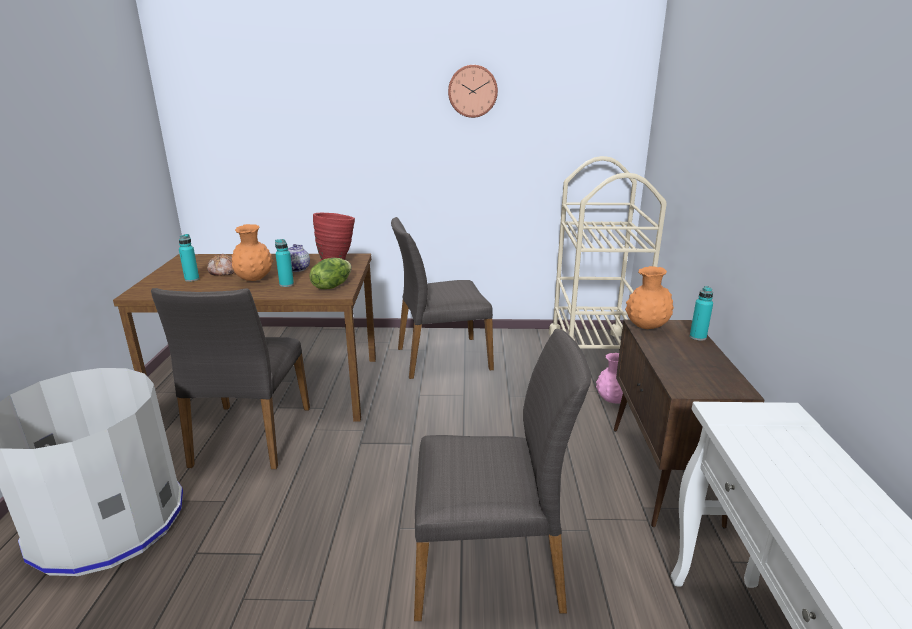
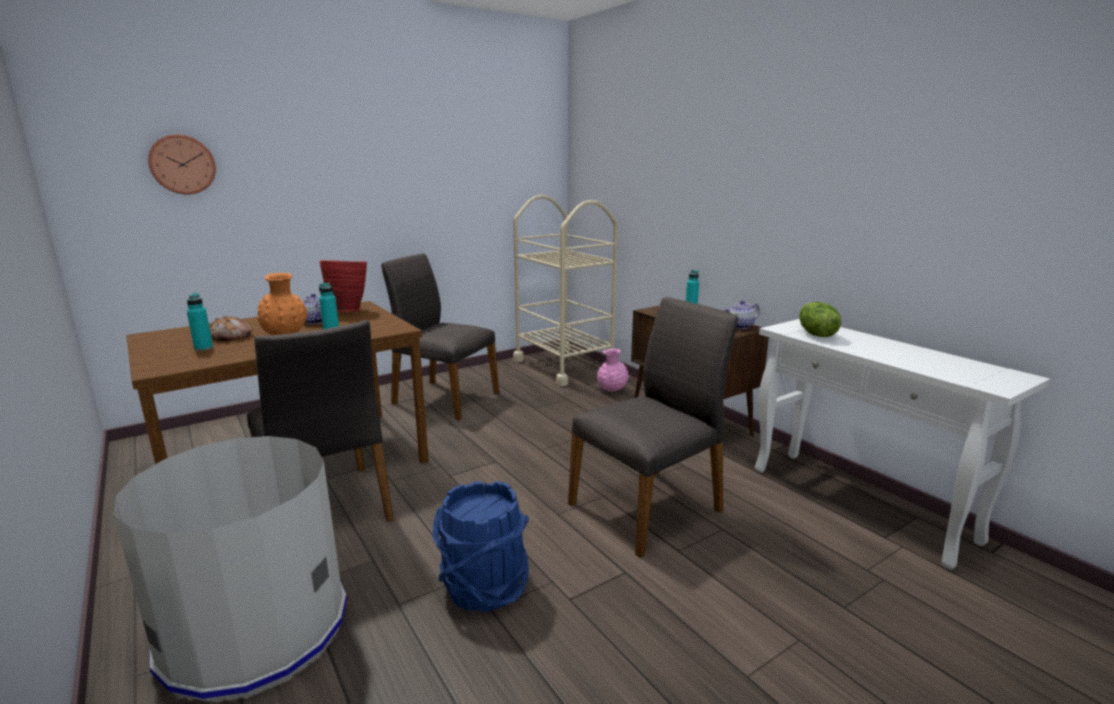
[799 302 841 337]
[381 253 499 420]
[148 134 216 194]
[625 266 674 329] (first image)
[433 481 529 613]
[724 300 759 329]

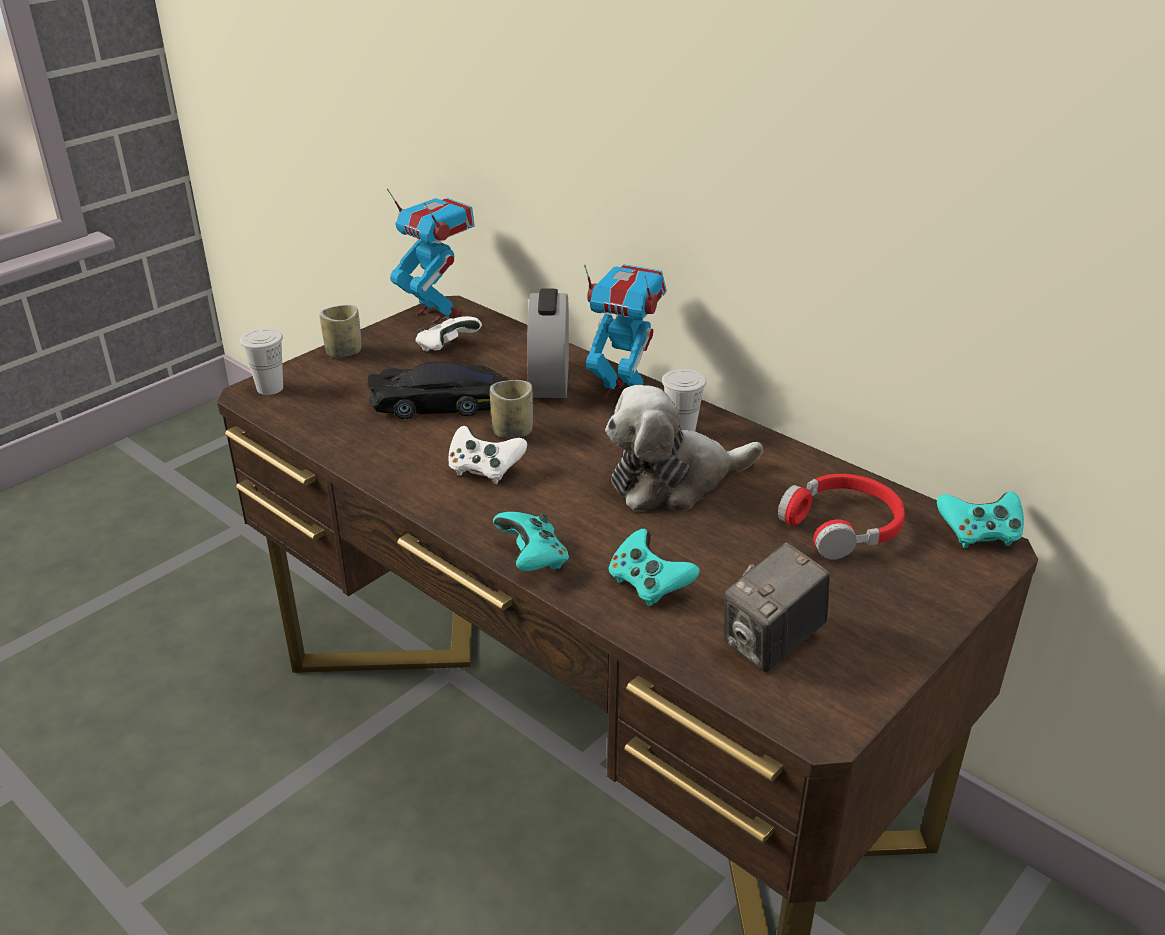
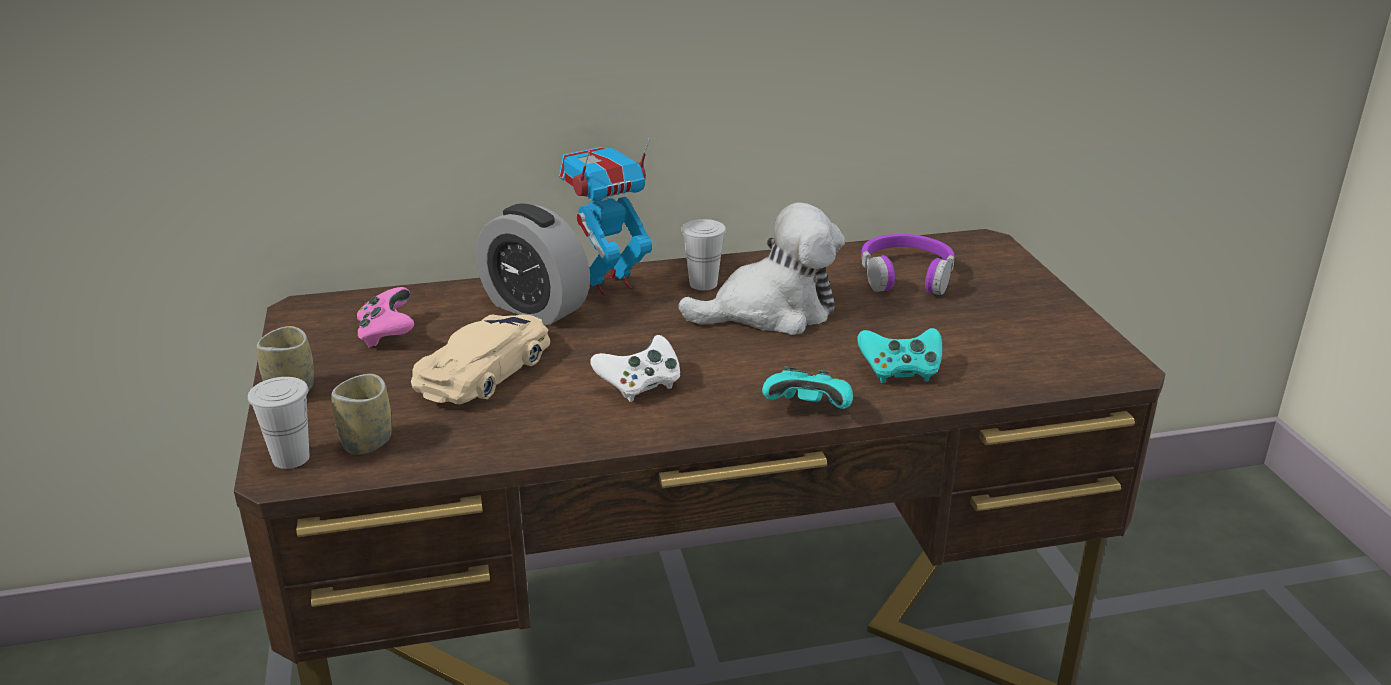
[411 314 550 404]
[387 188 474 323] (first image)
[357 287 414 347]
[331 374 391 455]
[678 202 845 335]
[724 542 830 672] (first image)
[861 234 955 295]
[937 491 1024 548] (first image)

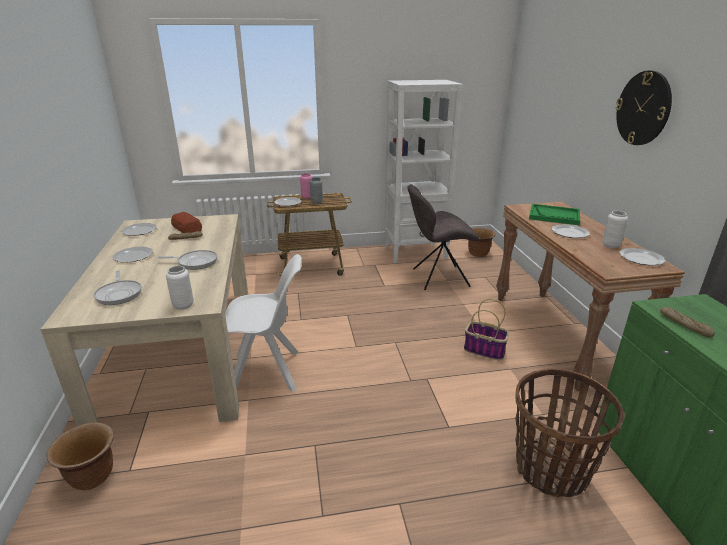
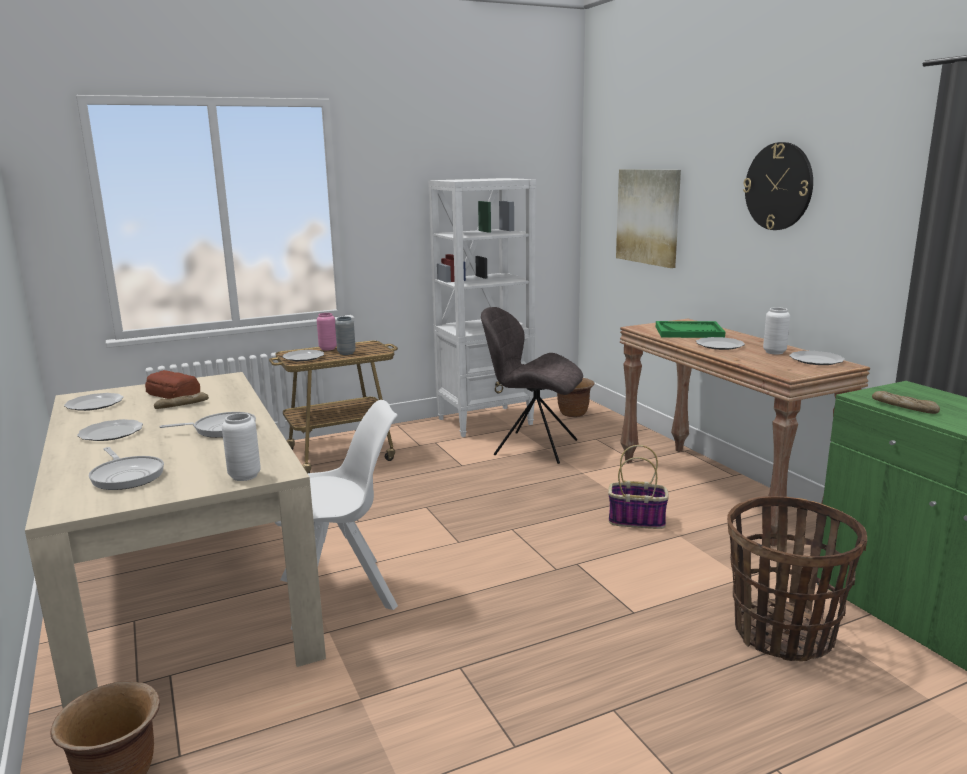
[481 307 583 464]
[616 169 681 268]

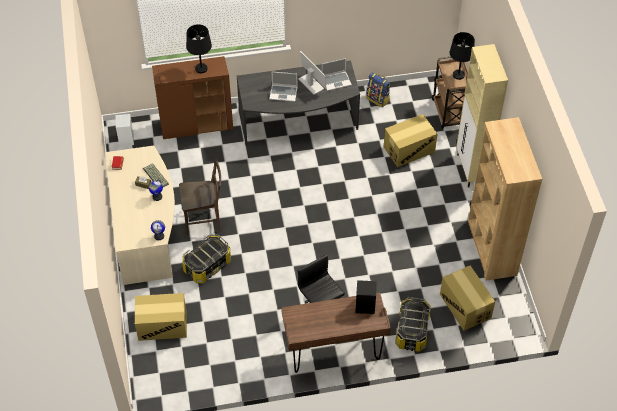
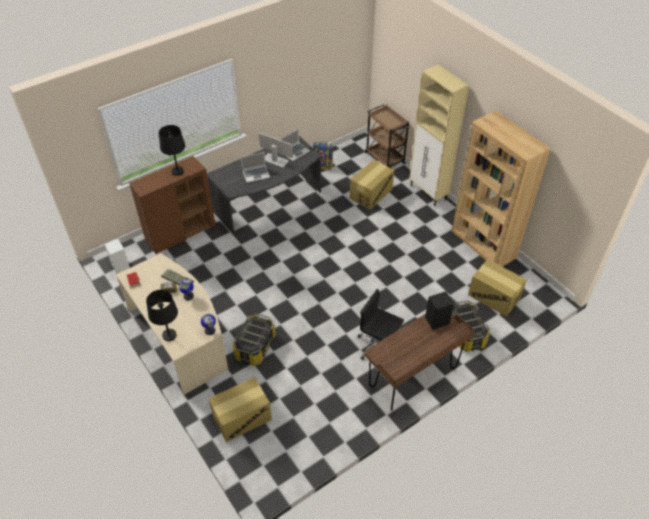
[179 160 221 236] (first image)
[146 290 178 341]

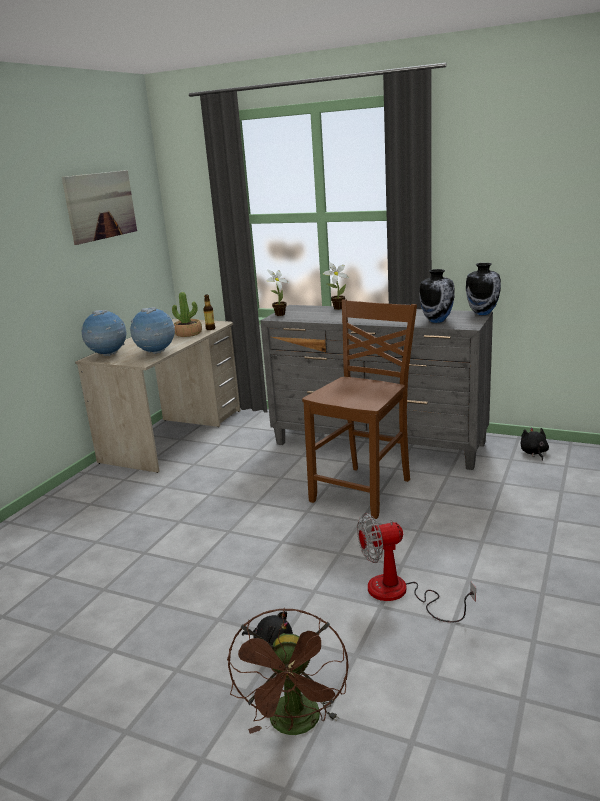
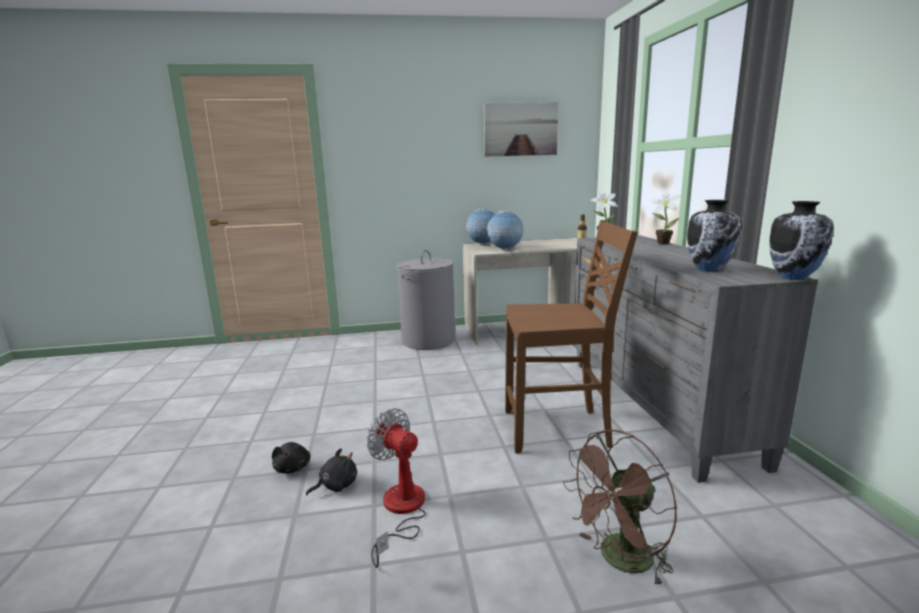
[172 292 202 337] (first image)
[563 430 677 588]
[306 448 357 496]
[396 250 455 350]

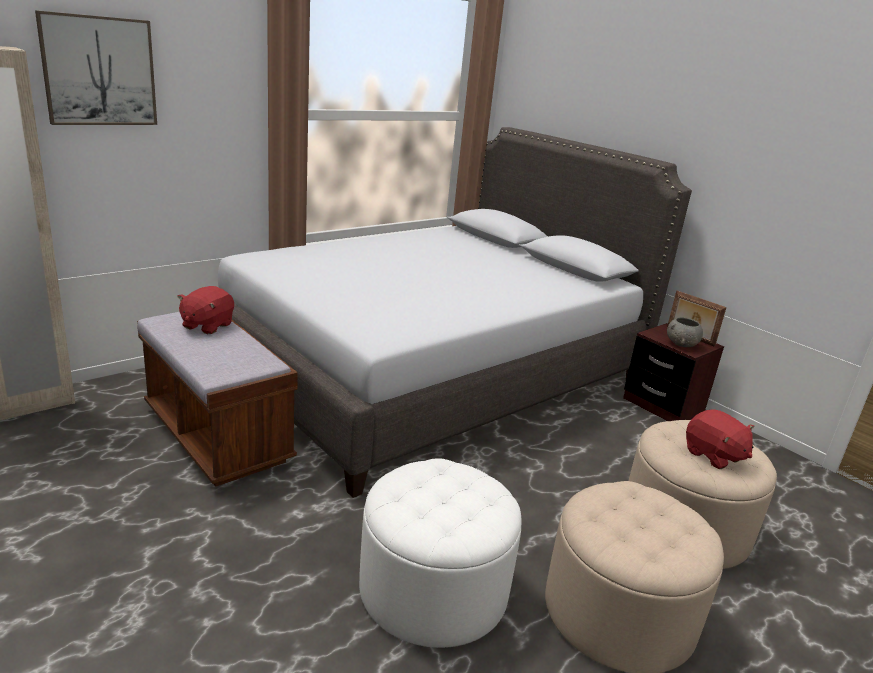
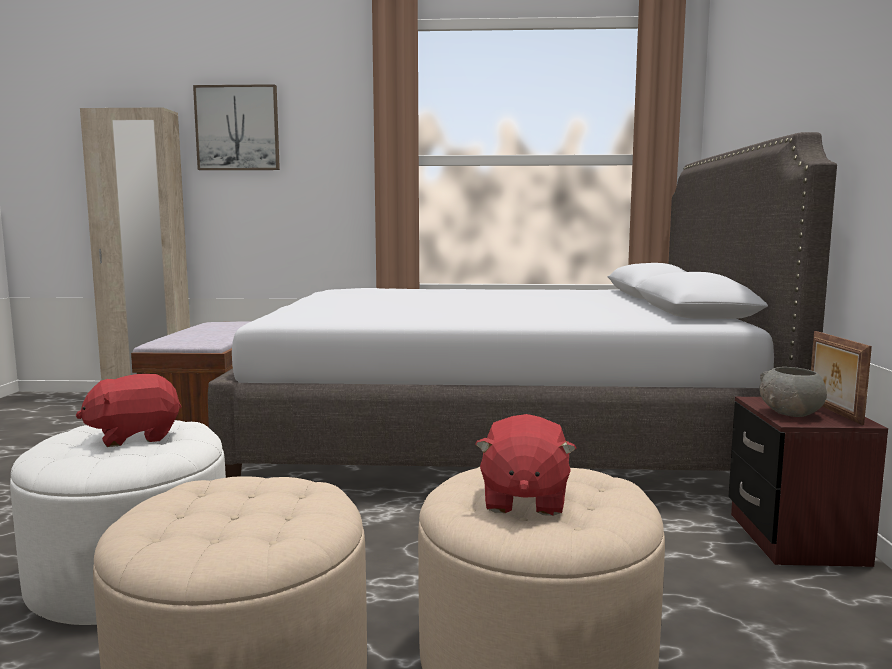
[76 374 182 447]

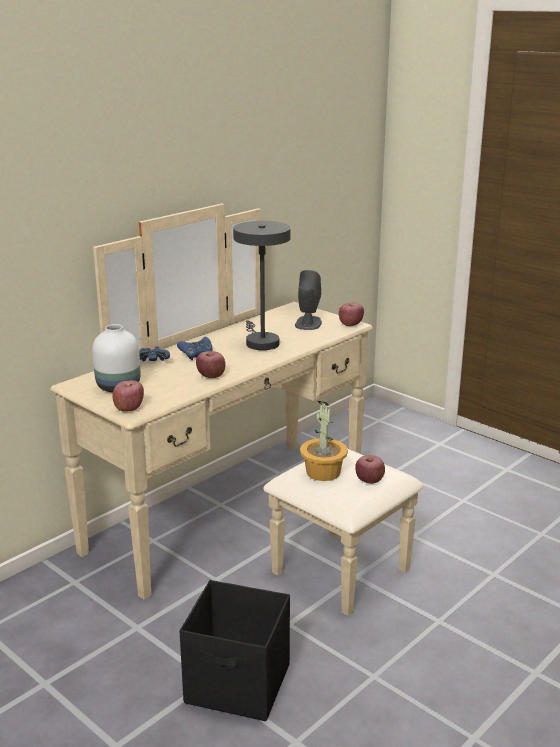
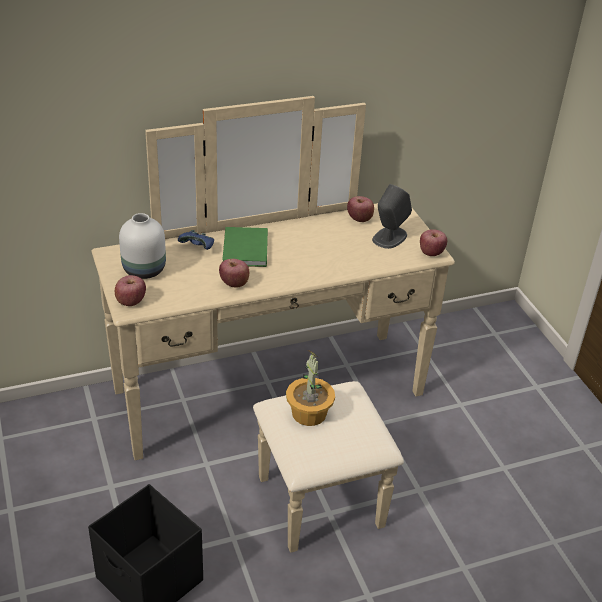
[222 227 268 267]
[233 221 291 350] (first image)
[347 196 374 222]

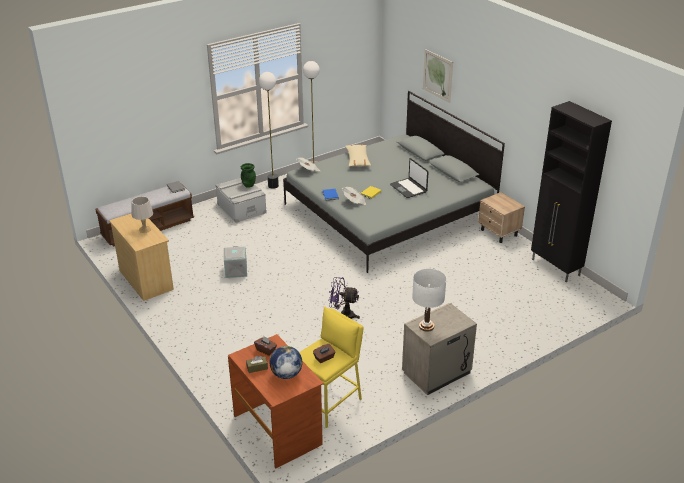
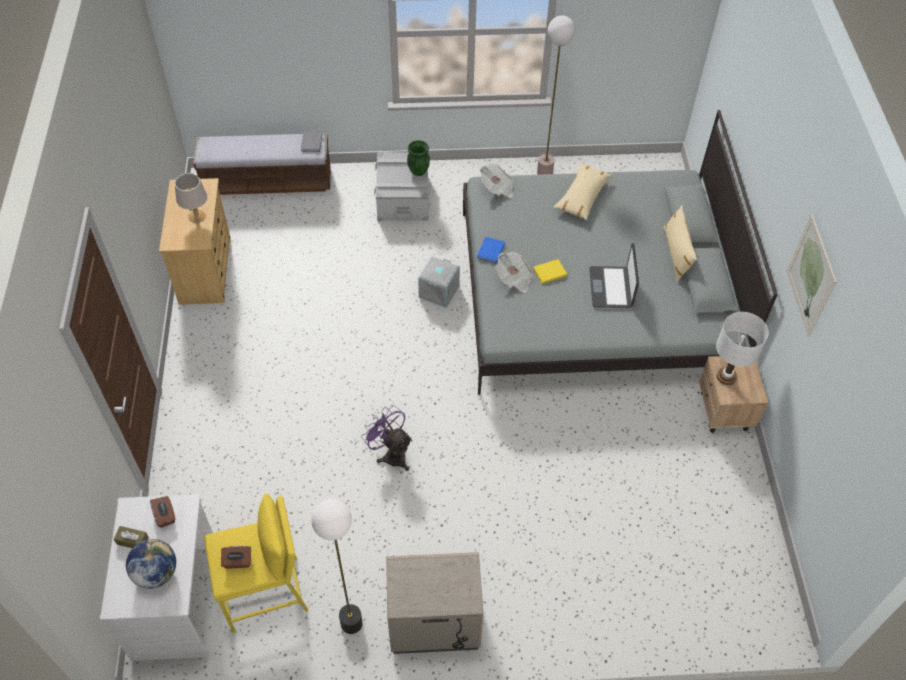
[418 257 460 308]
[100 494 213 661]
[311 499 363 634]
[716 312 769 385]
[787 214 837 337]
[531 101 612 282] (first image)
[663 205 697 283]

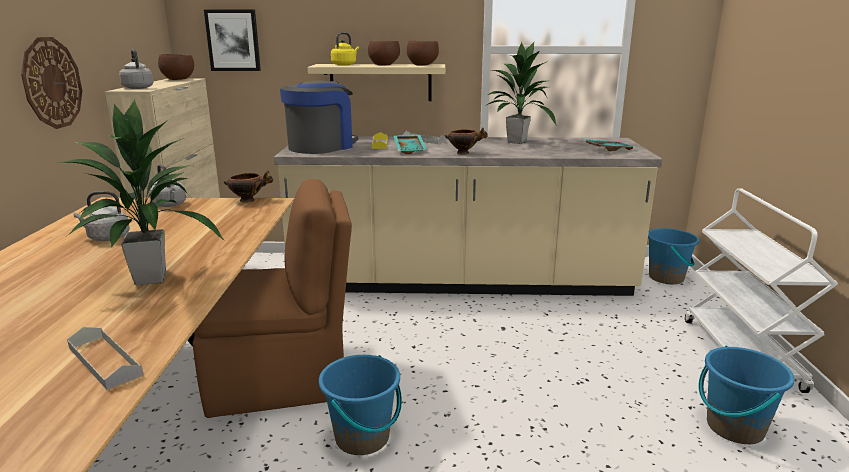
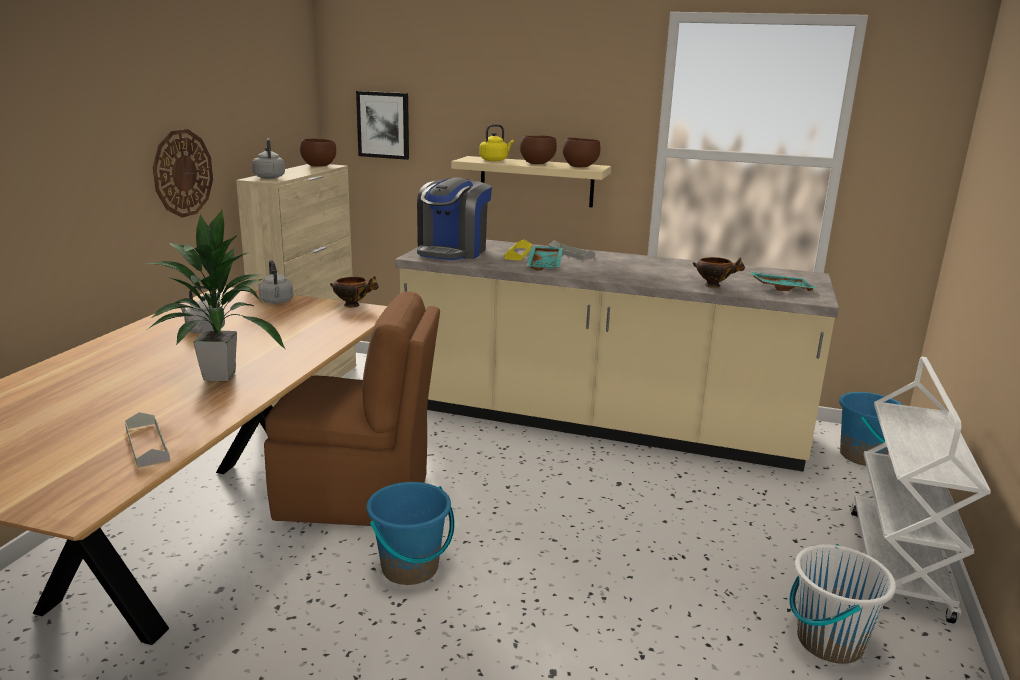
[417 178 492 260]
[693 257 745 288]
[485 42 557 144] (first image)
[789 544 896 664]

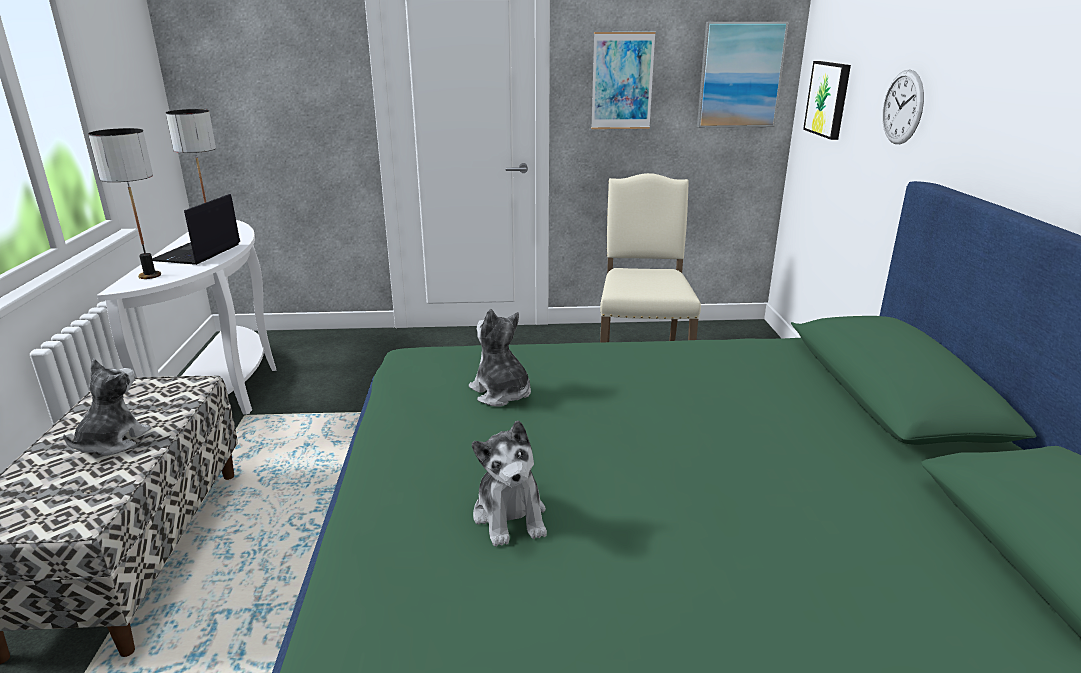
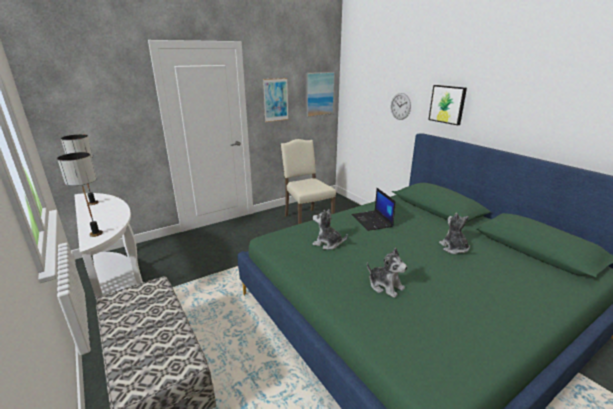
[439 213 470 254]
[352 188 396 231]
[428 85 467 125]

